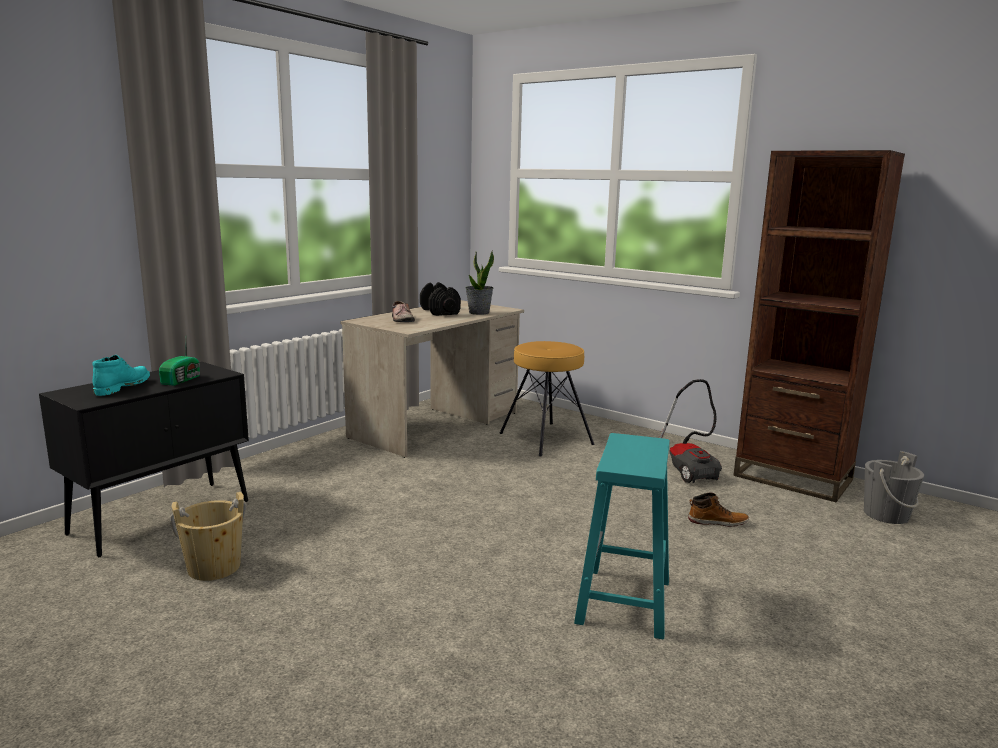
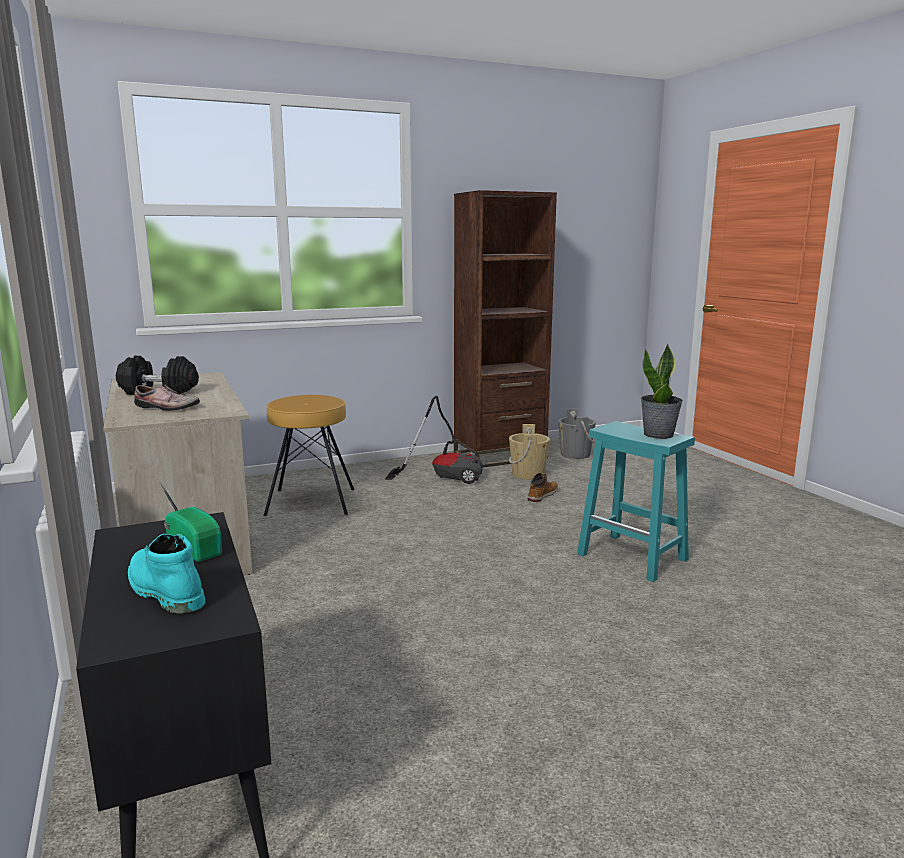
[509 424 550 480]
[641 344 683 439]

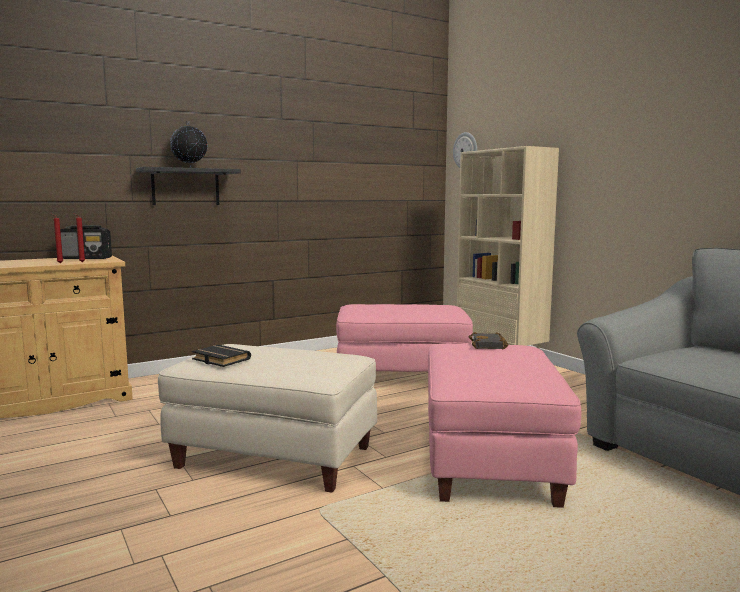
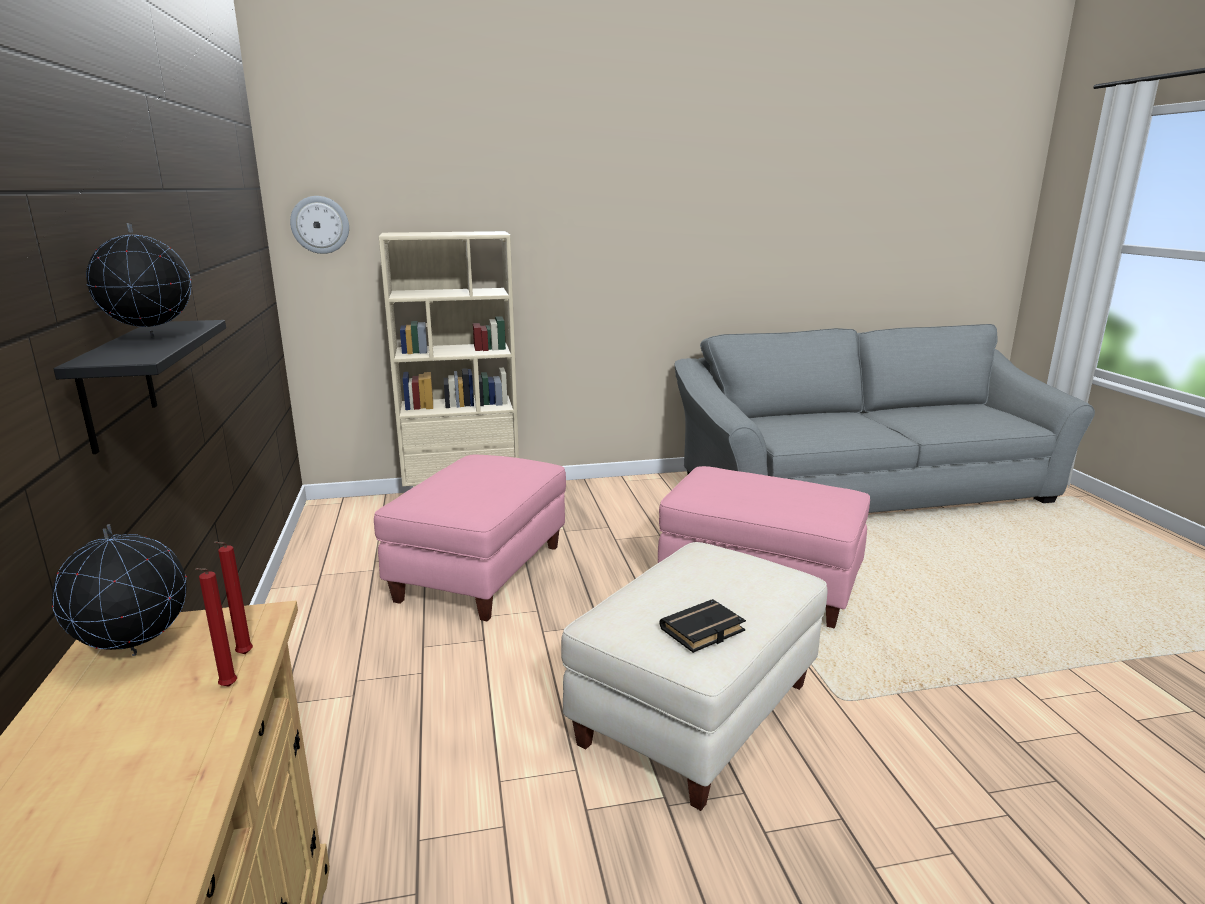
[52 524 187 656]
[469 332 508 349] (first image)

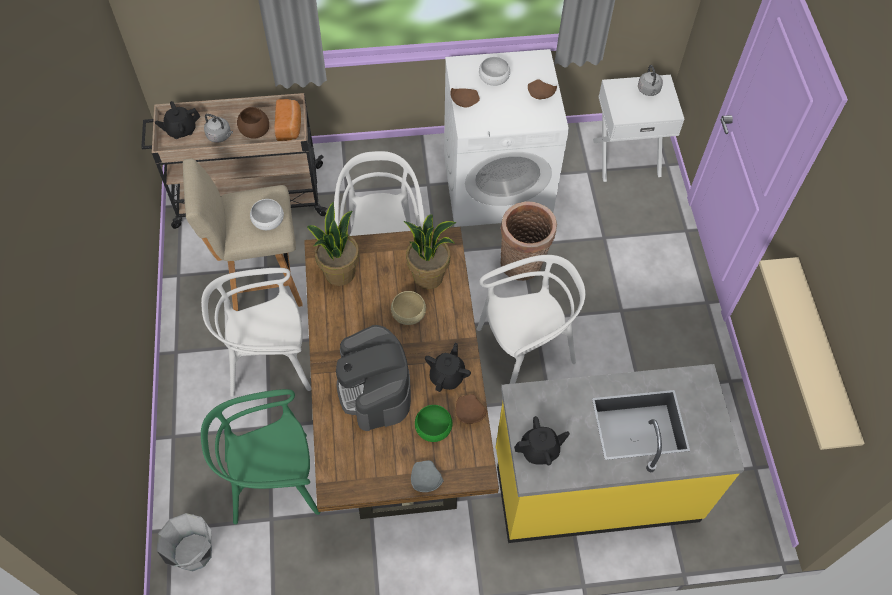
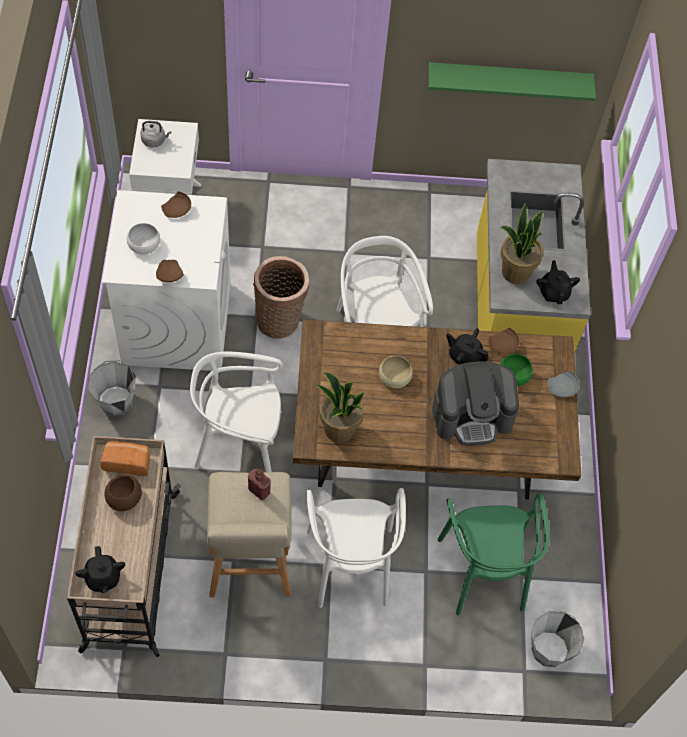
[204 114 233 143] (first image)
[248 469 271 500]
[500 203 543 284]
[428 62 596 101]
[88 360 136 416]

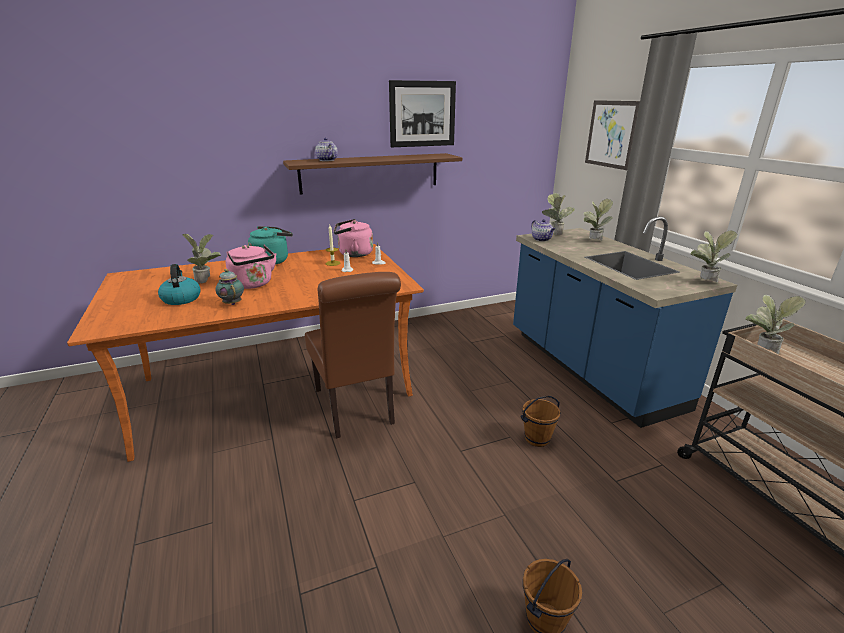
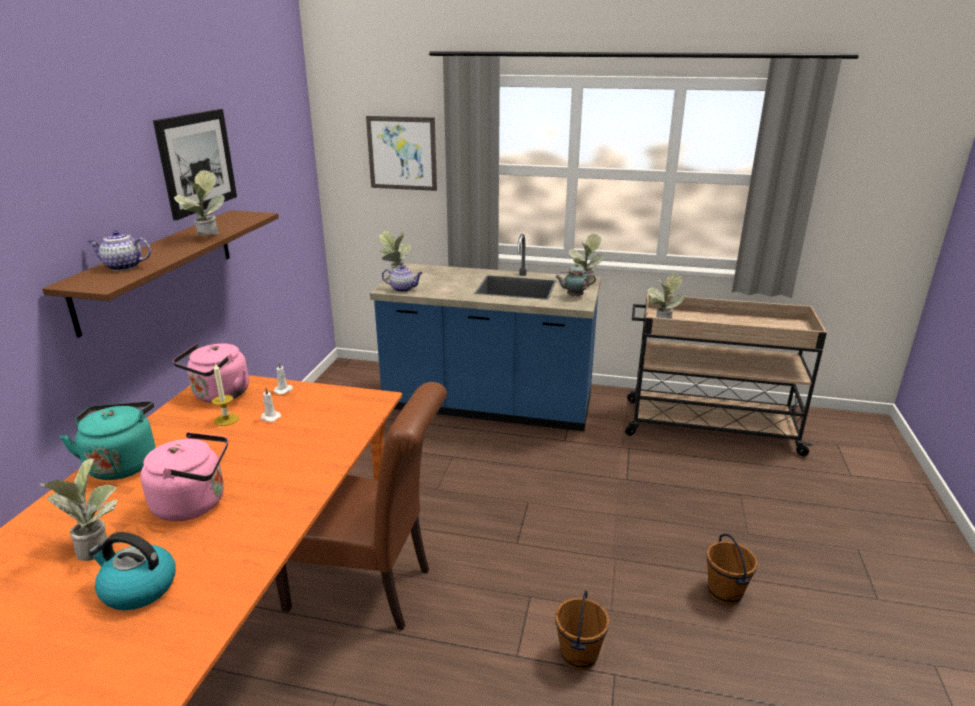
[555 264 596 297]
[555 590 609 671]
[174 170 225 236]

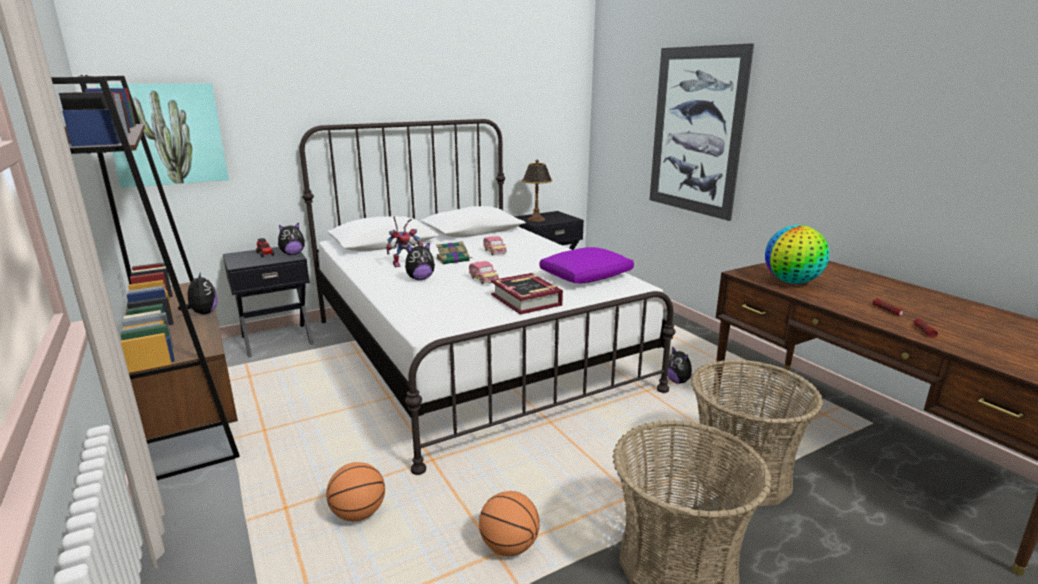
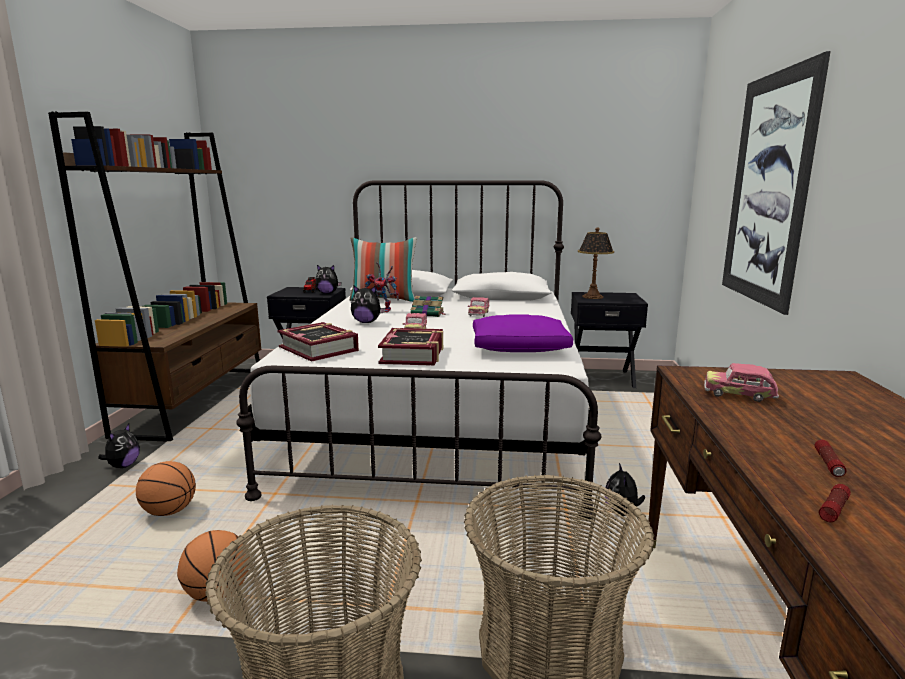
[96 83 229 188] (first image)
[98 424 140 468]
[704 363 779 402]
[278 322 359 362]
[350 237 417 302]

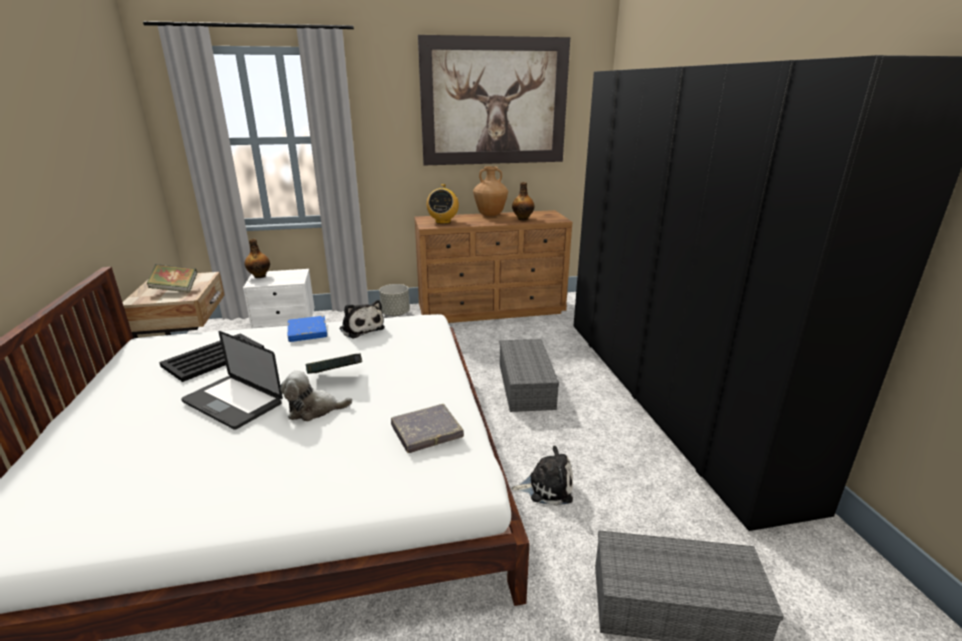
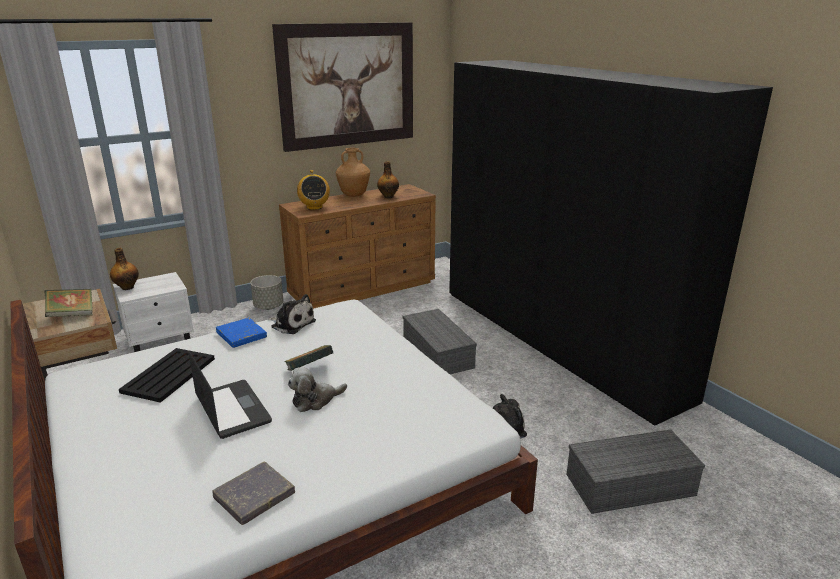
[189 351 272 439]
[212 462 295 525]

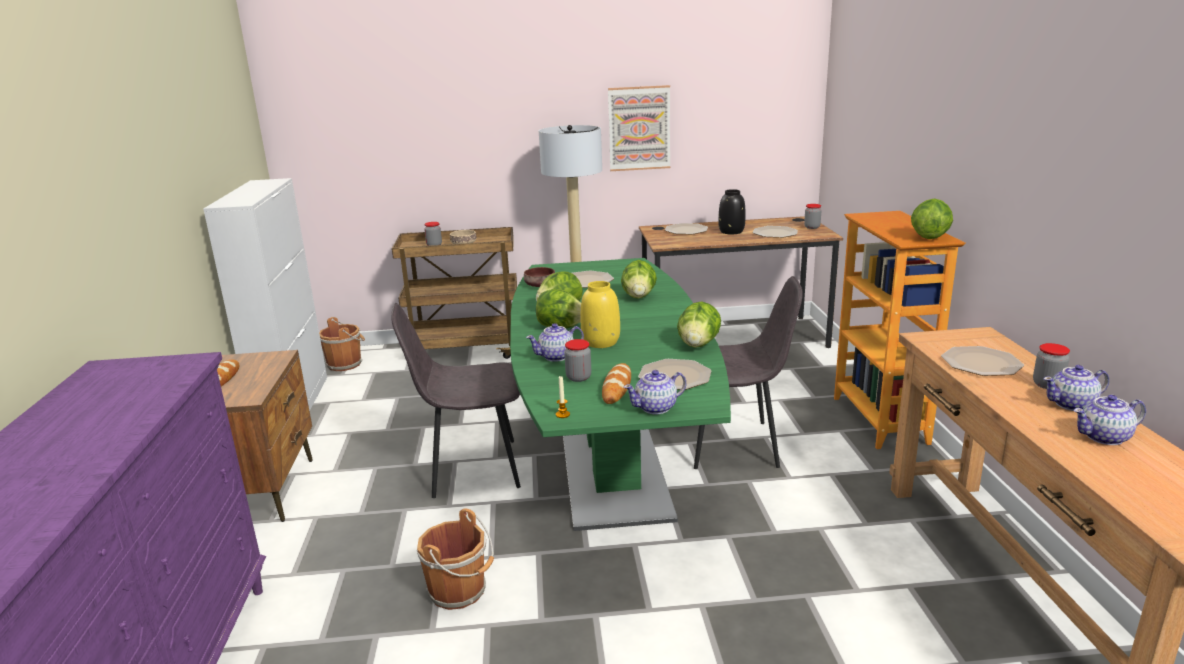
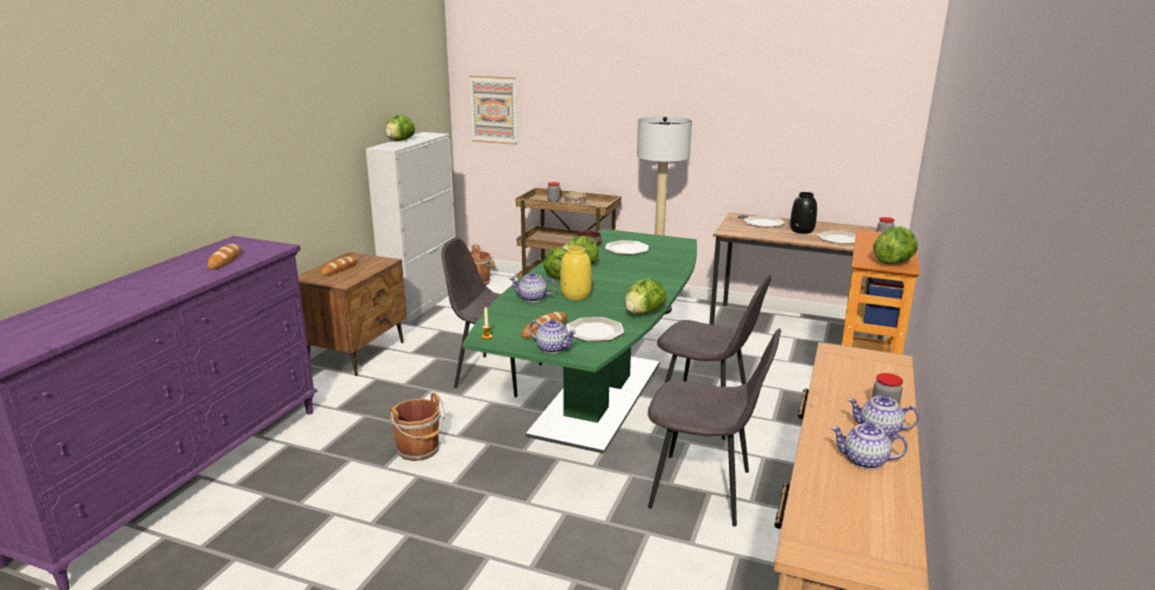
[564 339 591 382] (first image)
[469 75 517 145]
[385 114 415 141]
[529 319 576 354]
[941 346 1024 376] (first image)
[207 244 241 270]
[648 328 781 526]

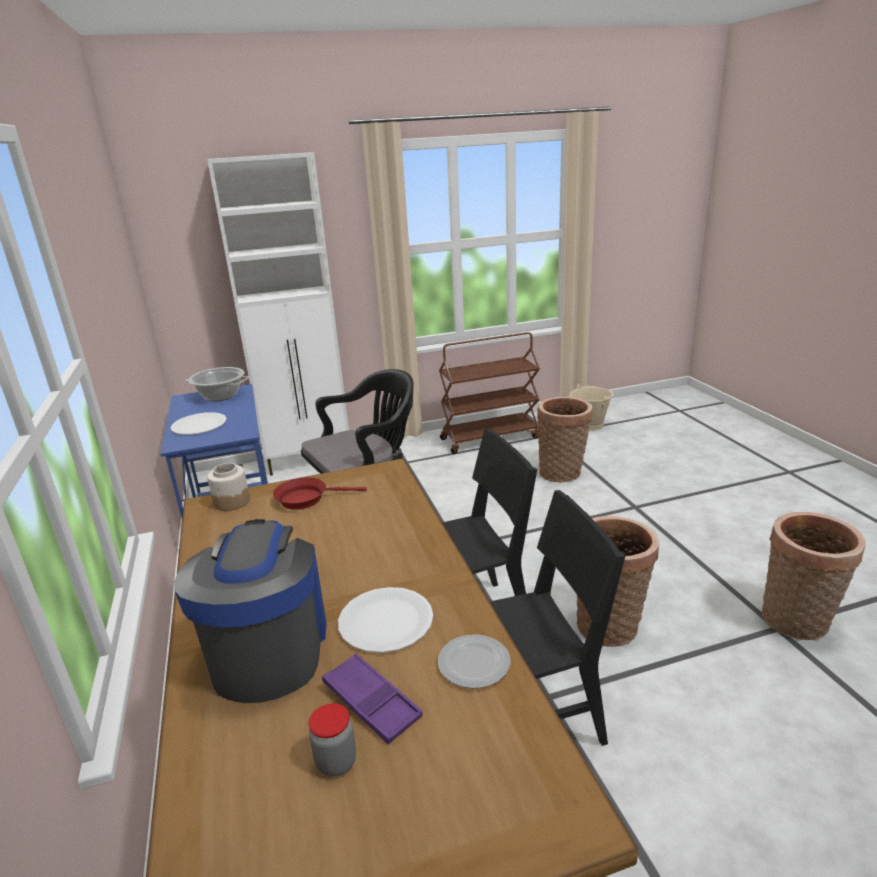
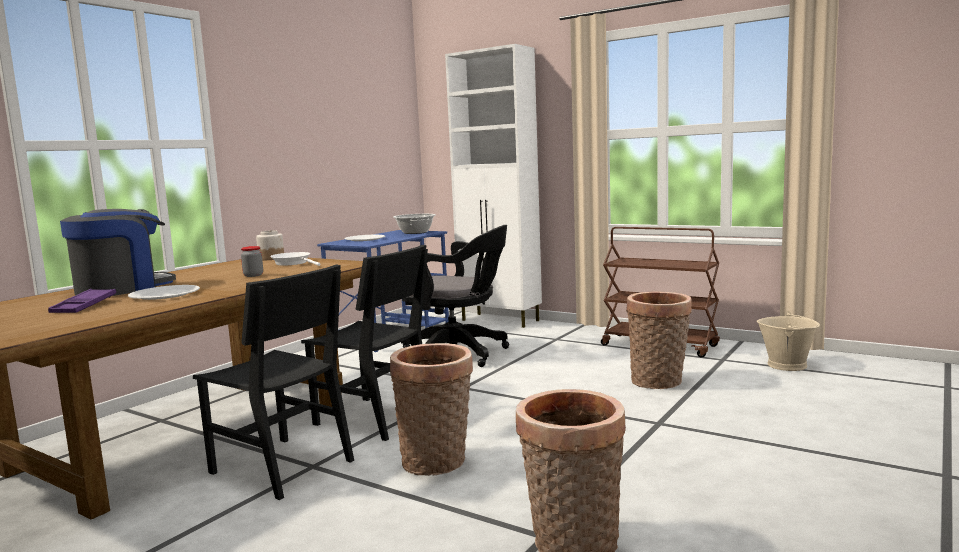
[270 252 320 266]
[241 246 263 277]
[438 634 511 689] (first image)

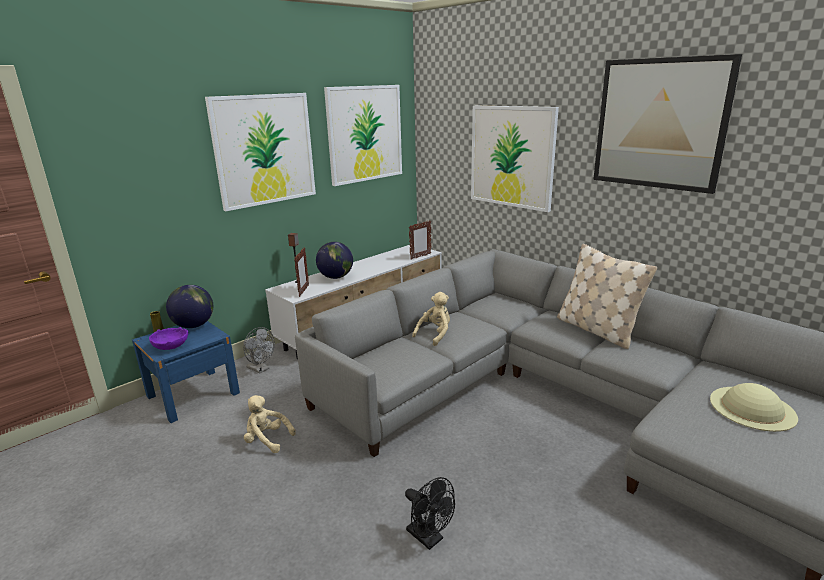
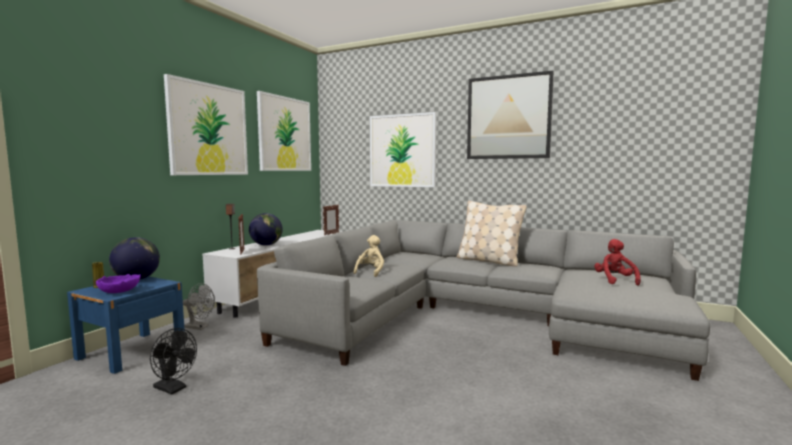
[244 395 296 453] (first image)
[150 328 197 395]
[594 239 641 286]

